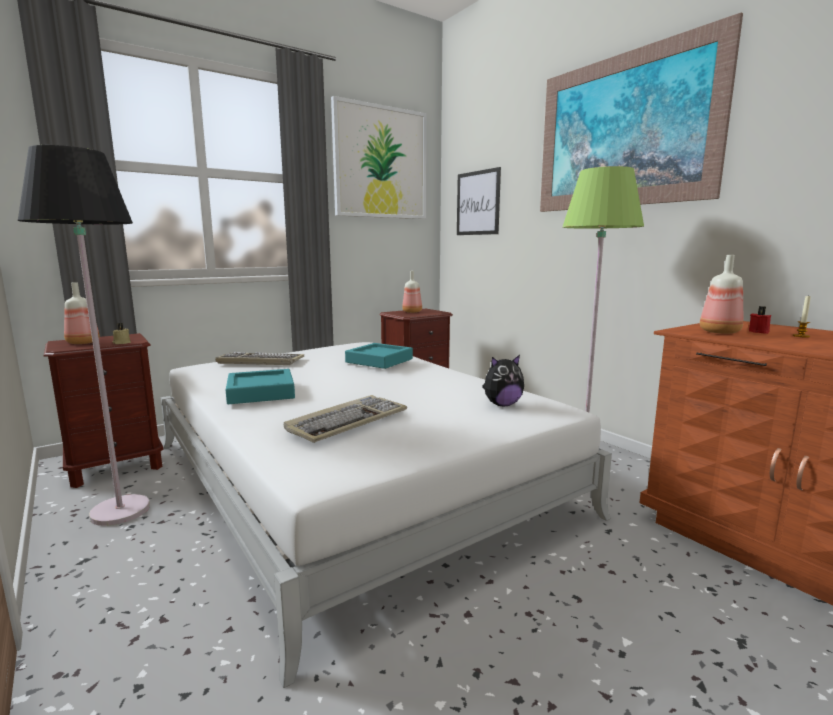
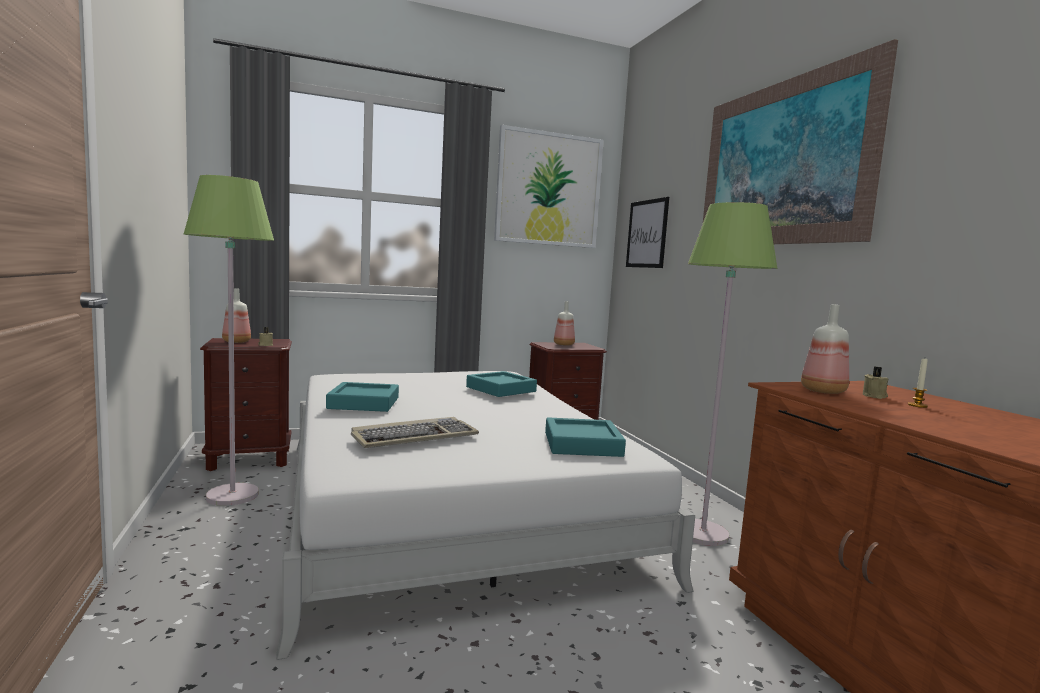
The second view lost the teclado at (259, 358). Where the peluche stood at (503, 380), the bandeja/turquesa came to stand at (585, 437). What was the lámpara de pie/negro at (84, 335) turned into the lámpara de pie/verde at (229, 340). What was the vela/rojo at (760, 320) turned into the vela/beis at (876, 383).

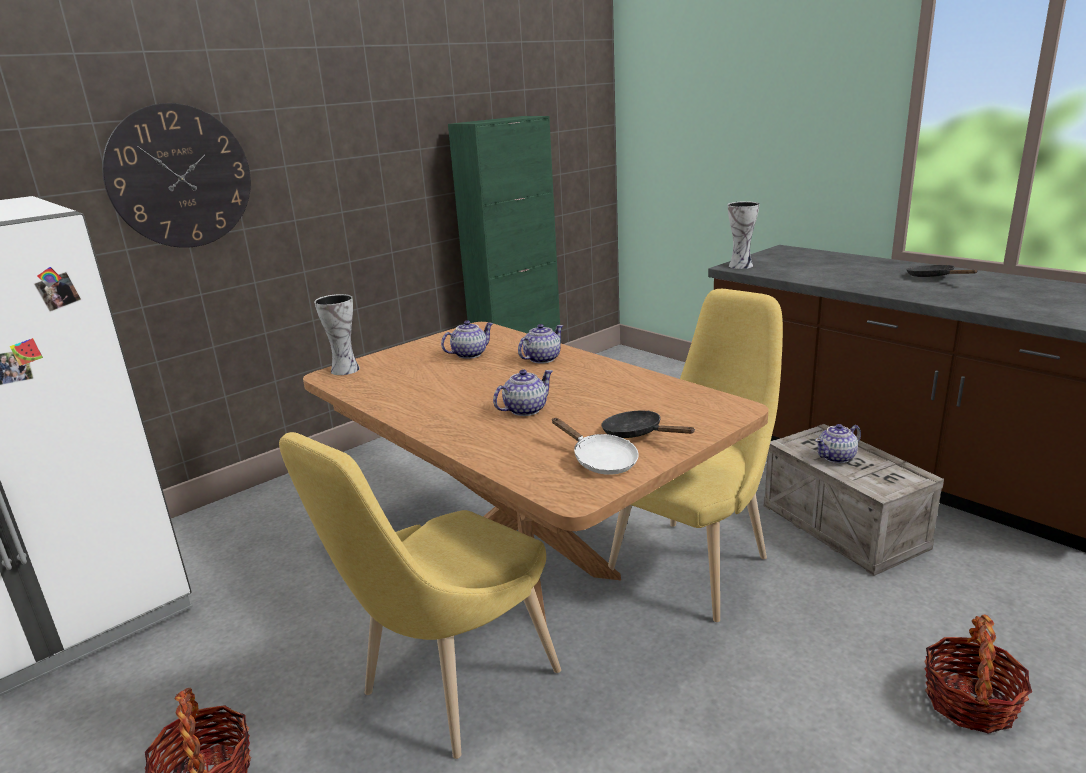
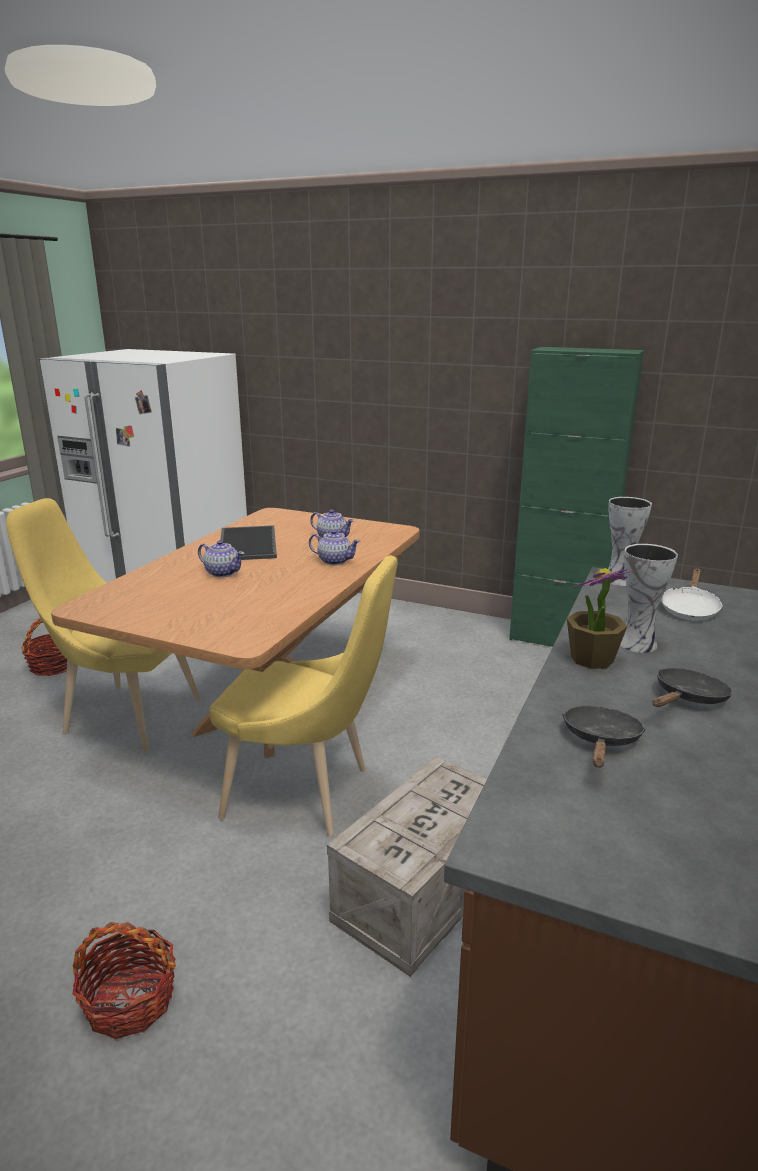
The second view lost the reloj de pared at (176, 175). The second view lost the tetera at (838, 443). The second view gained the bandeja at (248, 542). The second view gained the planta en maceta at (600, 618). The florero ended up elsewhere, having gone from (337, 334) to (649, 598). The sartén/blanco ended up elsewhere, having gone from (595, 446) to (692, 594). The sartén/negro ended up elsewhere, having gone from (648, 424) to (604, 736).

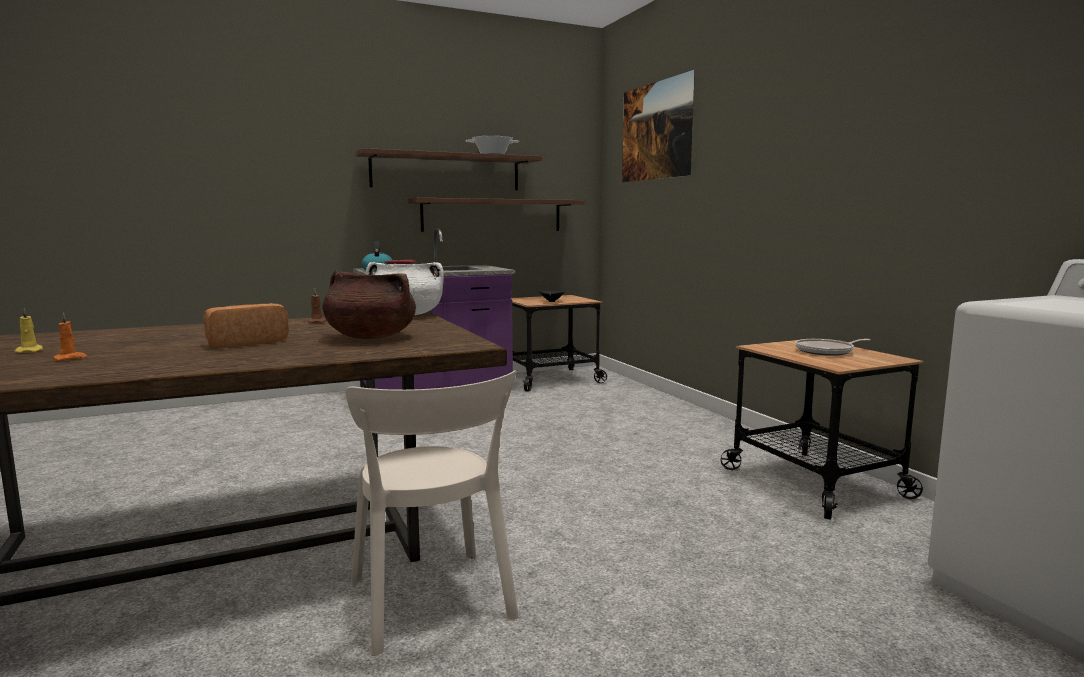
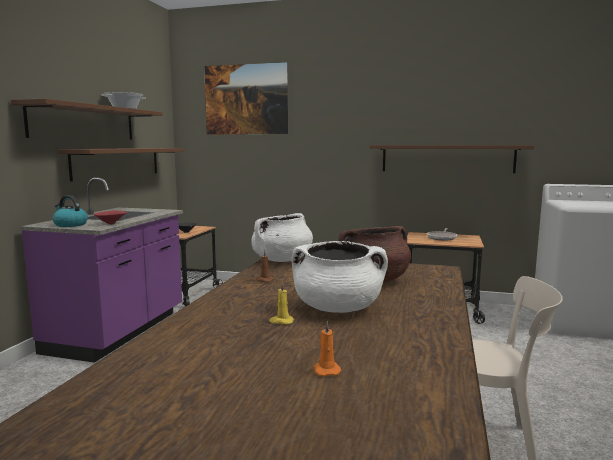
The second view gained the estante/marrón at (452, 159). The vela/amarillo ended up elsewhere, having gone from (29, 330) to (282, 303). Where the pan stood at (246, 325), the olla/blanco came to stand at (339, 277).

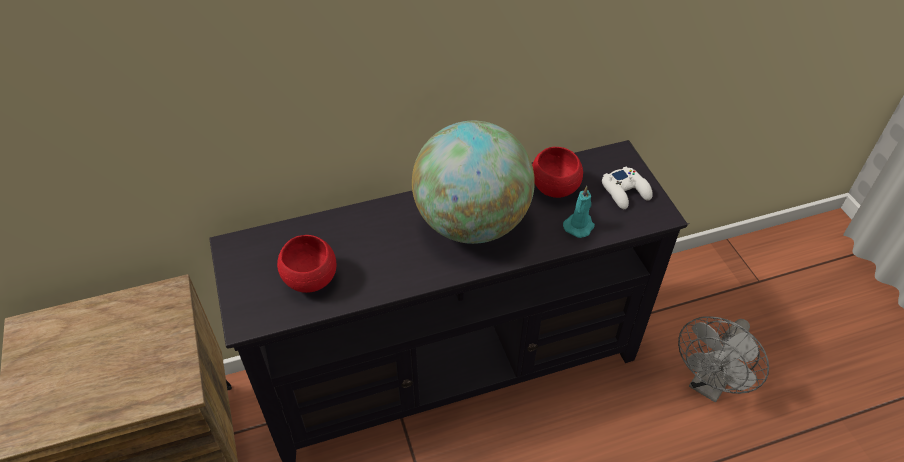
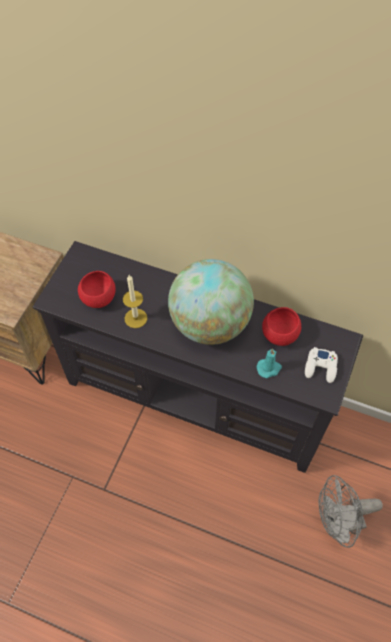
The second view gained the vela at (135, 301).

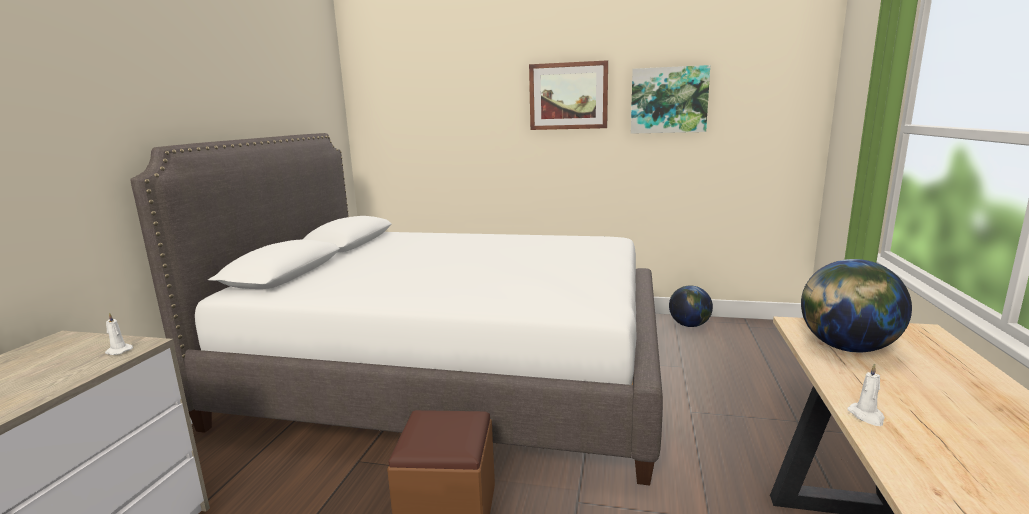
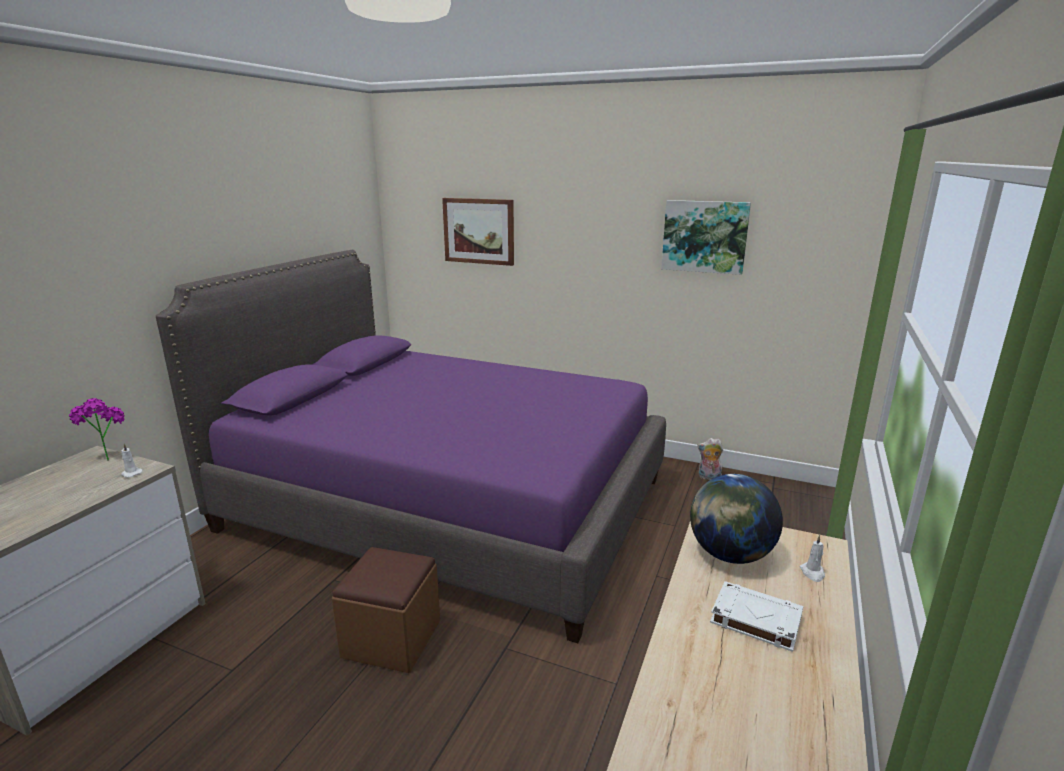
The second view gained the planta en maceta at (97, 429). The second view gained the libro/blanco at (756, 616). The cuadro ended up elsewhere, having gone from (568, 95) to (478, 232). The vela/blanco ended up elsewhere, having gone from (866, 394) to (812, 558). Where the globo terráqueo stood at (691, 306), the peluche came to stand at (710, 459). What was the cama/blanco at (396, 309) turned into the cama/morado at (411, 446).

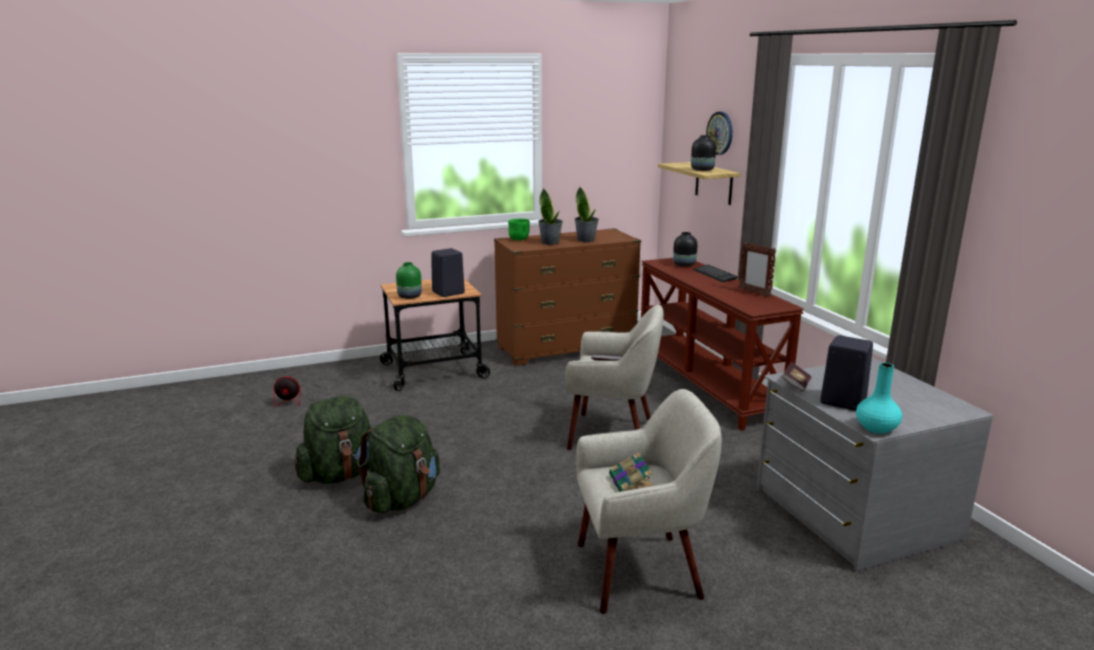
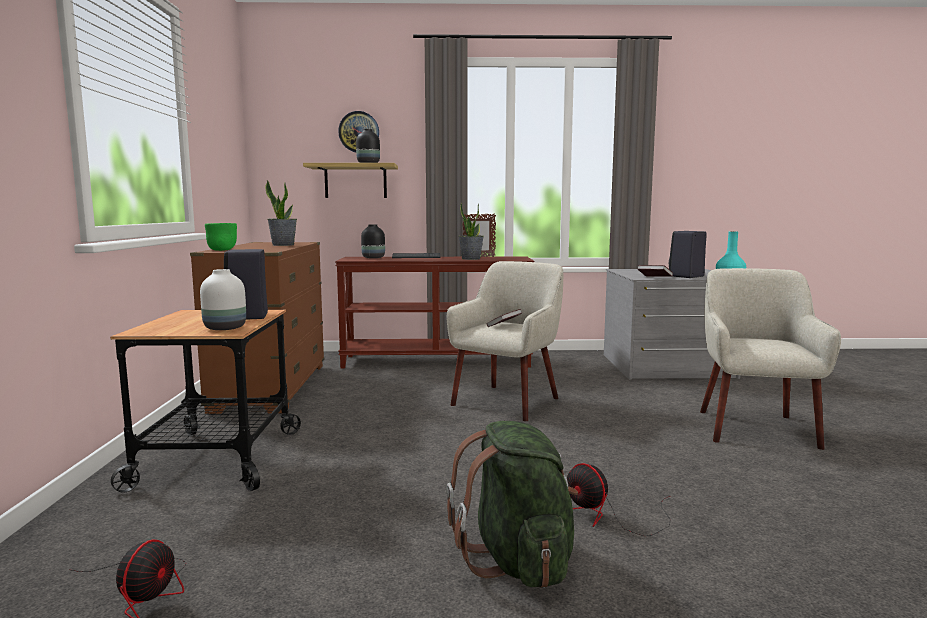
The second view lost the libro at (631, 472). The planta en maceta ended up elsewhere, having gone from (550, 216) to (471, 231). Where the mochila/verde stood at (398, 464), the ventilador came to stand at (619, 499). What was the florero/verde at (409, 280) turned into the florero/blanco at (223, 299).

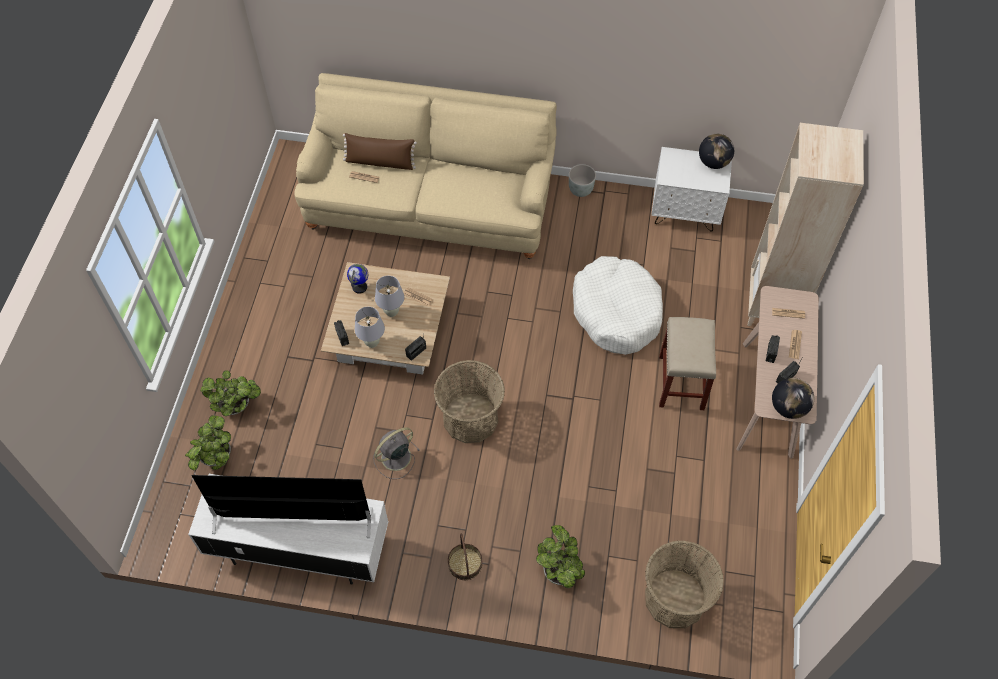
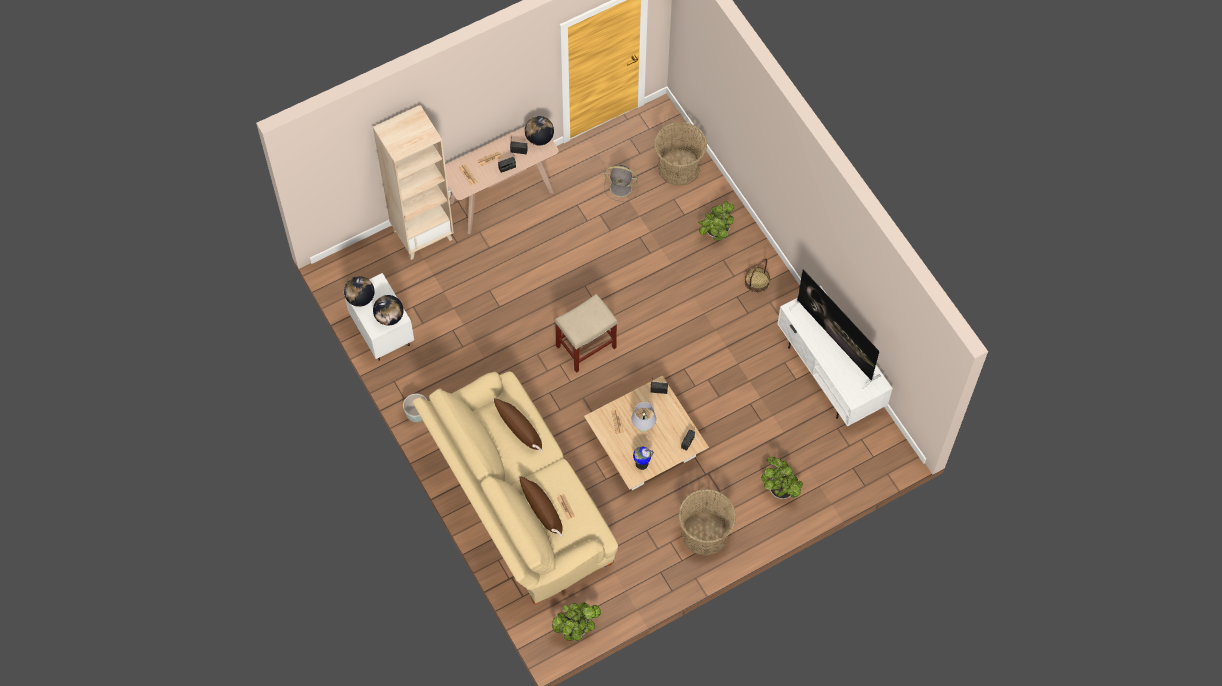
The second view lost the lámpara de mesa/blanco at (370, 327). The second view lost the cama para perro/blanco at (618, 305). The second view gained the globo terráqueo at (388, 310). The second view gained the cojín/marrón at (517, 425). The planta en maceta ended up elsewhere, having gone from (208, 442) to (576, 621). The ventilador/gris ended up elsewhere, having gone from (396, 453) to (621, 183). The cesta ended up elsewhere, having gone from (469, 401) to (707, 522). The taburete/beis ended up elsewhere, having gone from (687, 363) to (586, 333).

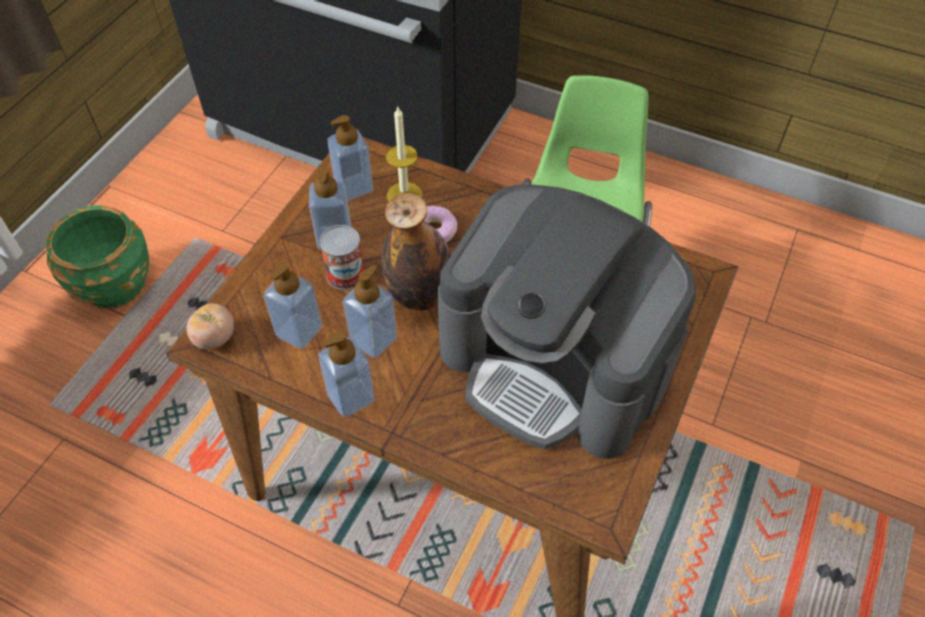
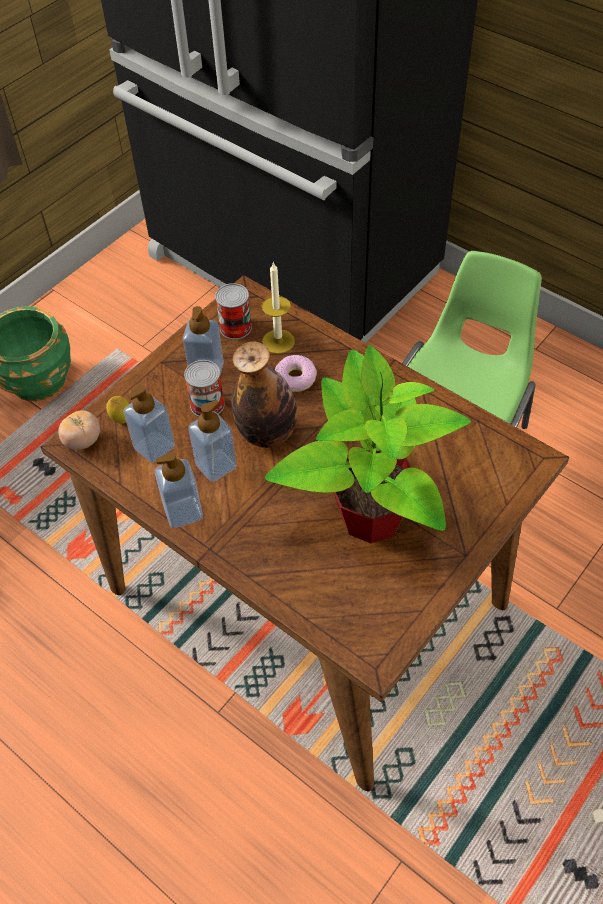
The second view gained the limón at (117, 410). Where the dispensador de jabón stood at (350, 158), the lata came to stand at (233, 311). Where the cafetera stood at (567, 321), the planta en maceta came to stand at (368, 444).

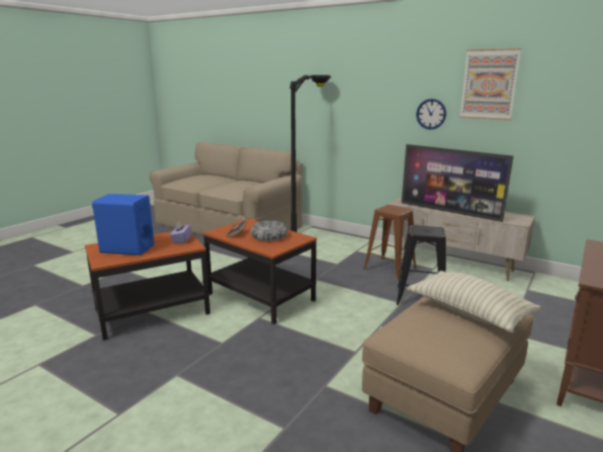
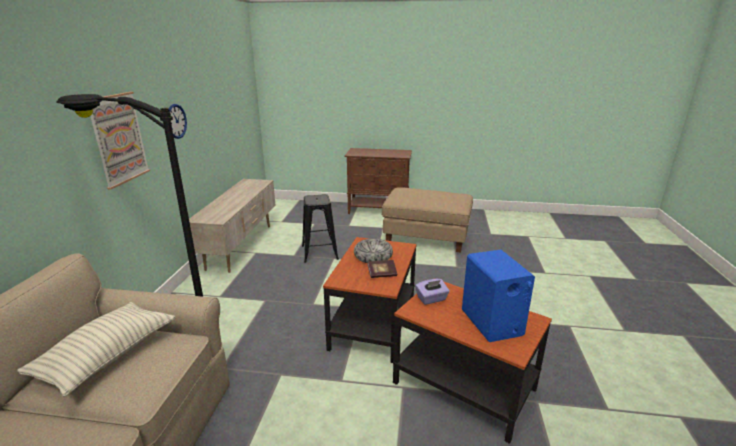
The second view lost the taburete/marrón at (390, 242). The second view lost the televisor at (457, 183). The cojín ended up elsewhere, having gone from (474, 302) to (96, 349). The cuadro ended up elsewhere, having gone from (490, 84) to (120, 140).

